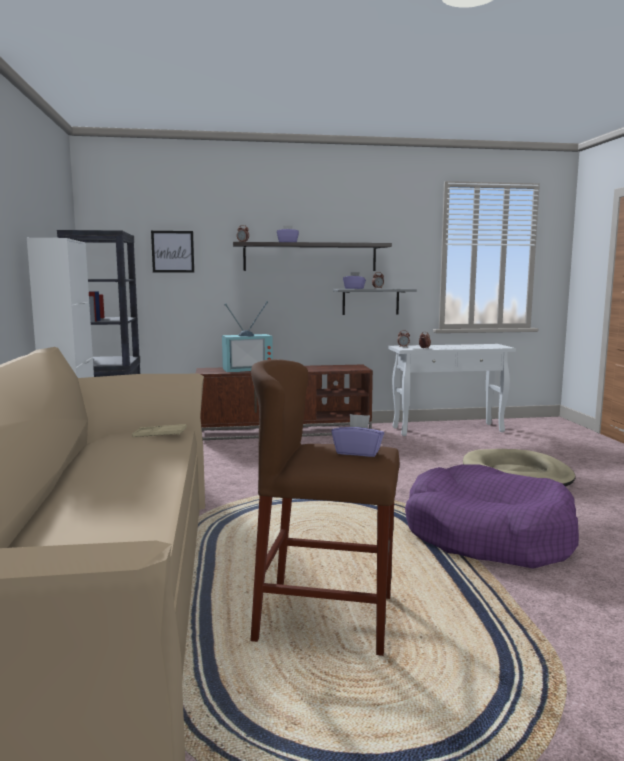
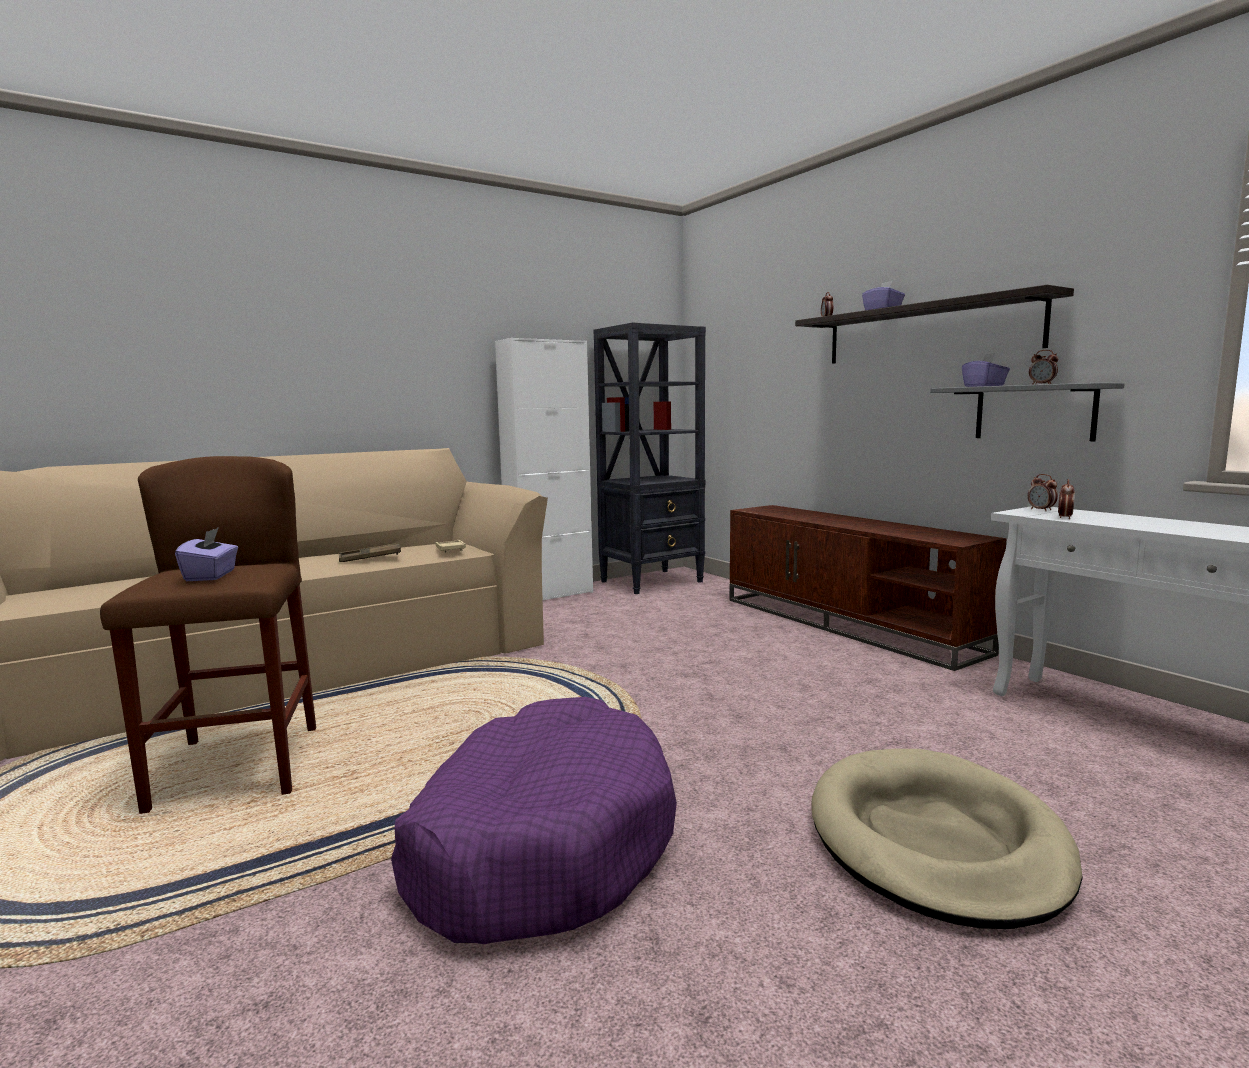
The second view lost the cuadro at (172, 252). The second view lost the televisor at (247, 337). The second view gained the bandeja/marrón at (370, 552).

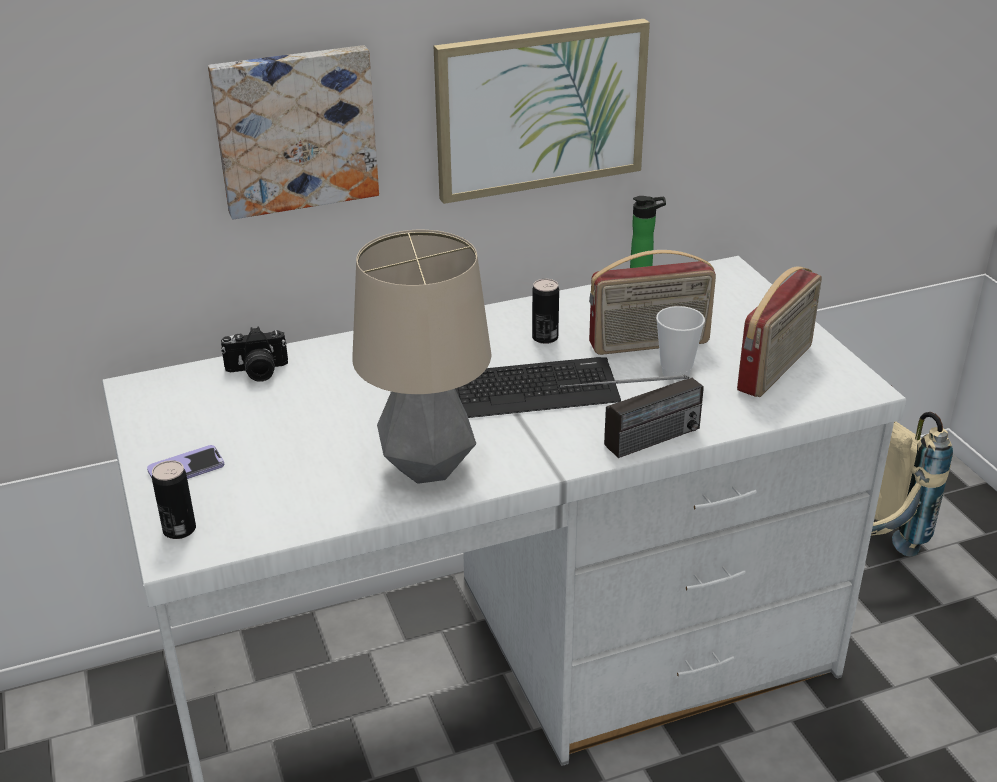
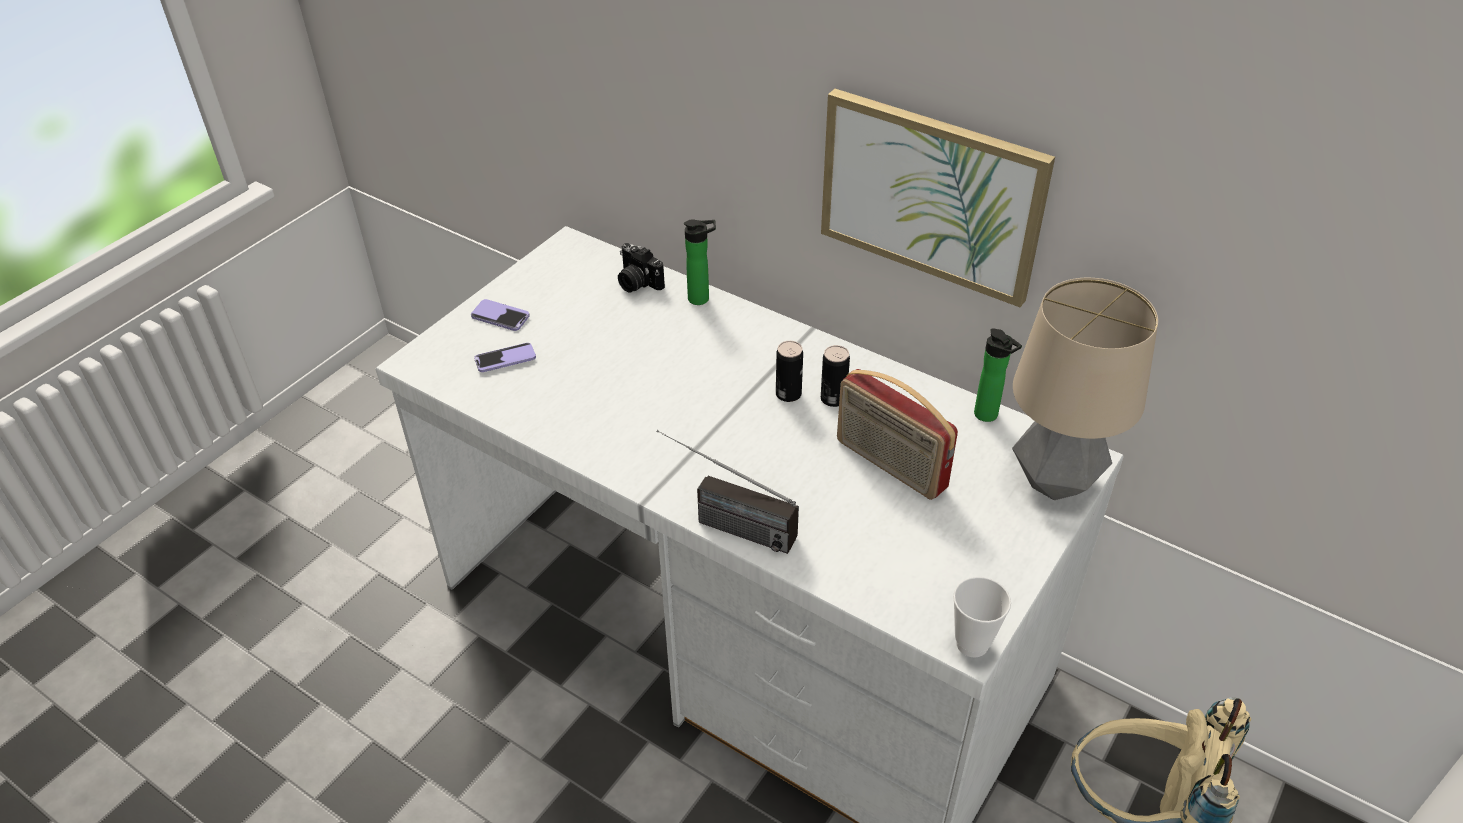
The second view lost the cuadro at (293, 132). The second view lost the teclado at (538, 387). The second view lost the radio at (779, 331). The second view gained the móvil at (505, 357). The second view gained the botella at (700, 262). The lata ended up elsewhere, having gone from (174, 499) to (789, 371). The lámpara de mesa ended up elsewhere, having gone from (421, 357) to (1085, 389). The taza ended up elsewhere, having gone from (680, 343) to (982, 617).

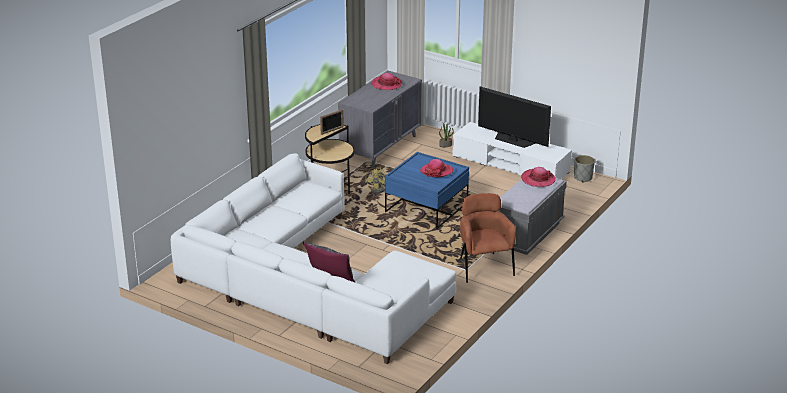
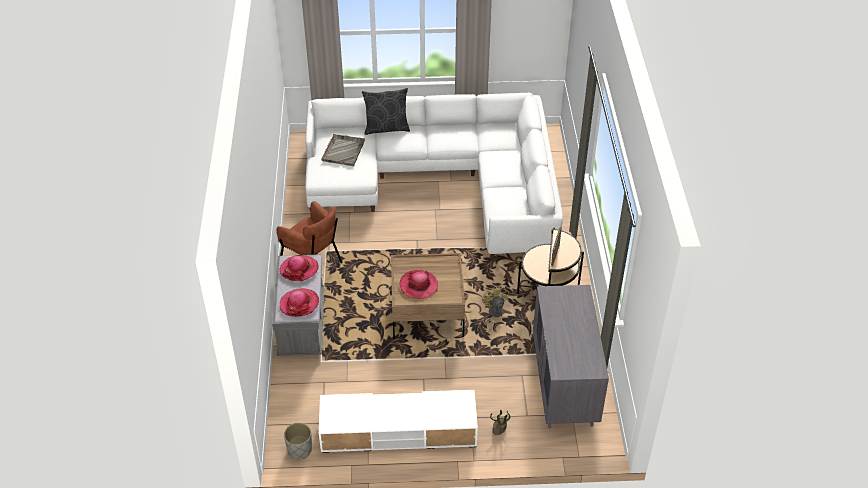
The second view lost the televisor at (514, 117). The second view gained the bandeja/gris at (343, 150). The sombrero ended up elsewhere, having gone from (386, 81) to (299, 268). What was the mesa de centro/azul at (427, 190) turned into the mesa de centro/marrón at (428, 296).

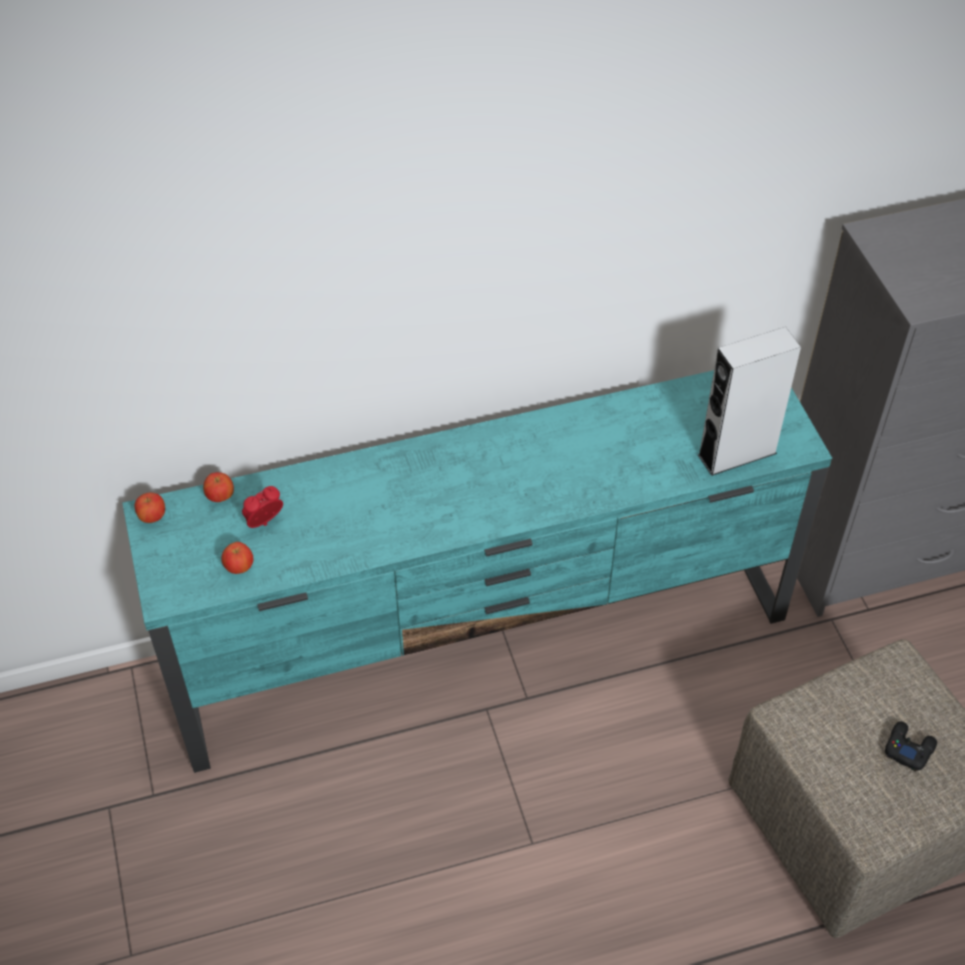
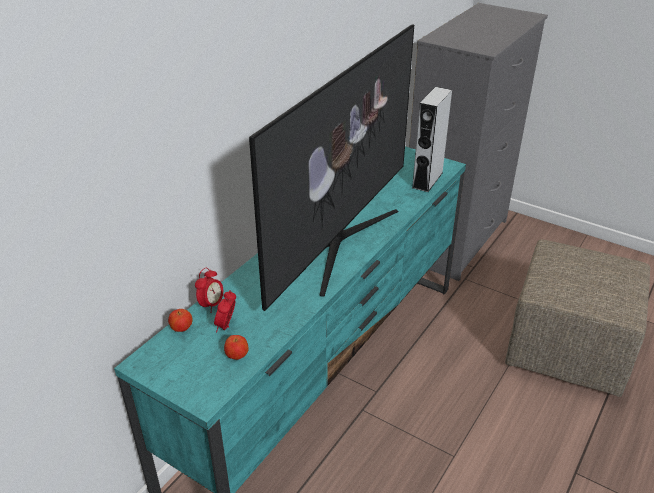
The second view lost the manzana at (150, 508). The second view lost the mando de consola/negro at (911, 746). The second view gained the despertador at (209, 290). The second view gained the televisor at (331, 167).

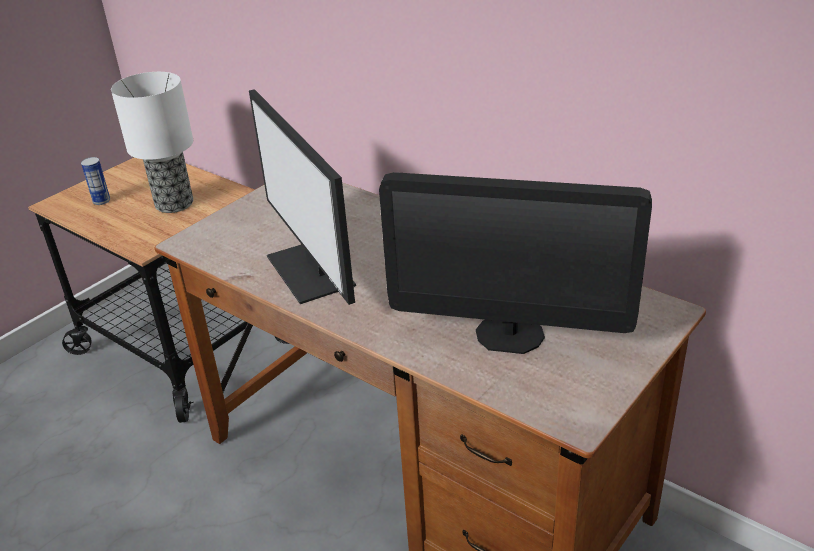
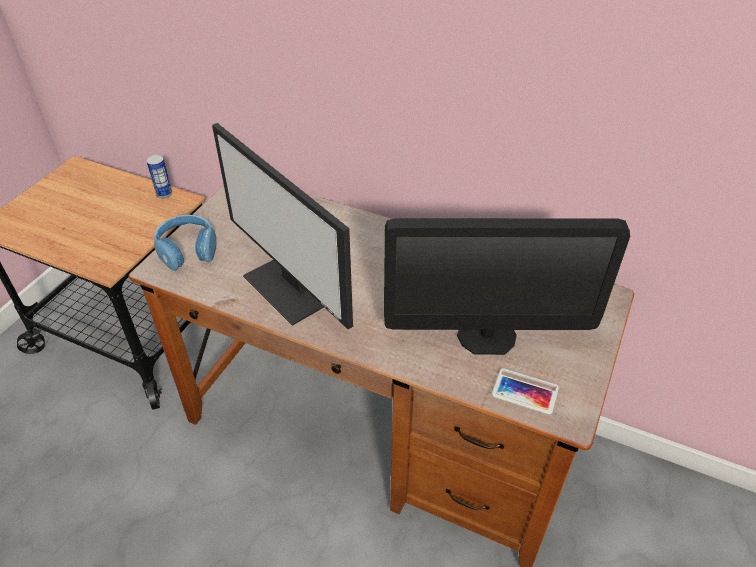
The second view lost the lámpara de mesa at (152, 142). The second view gained the auriculares/azul at (185, 243). The second view gained the móvil at (525, 391). The lata ended up elsewhere, having gone from (95, 181) to (159, 177).

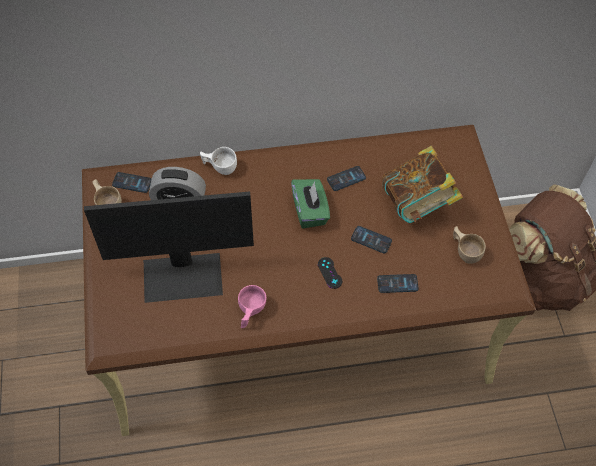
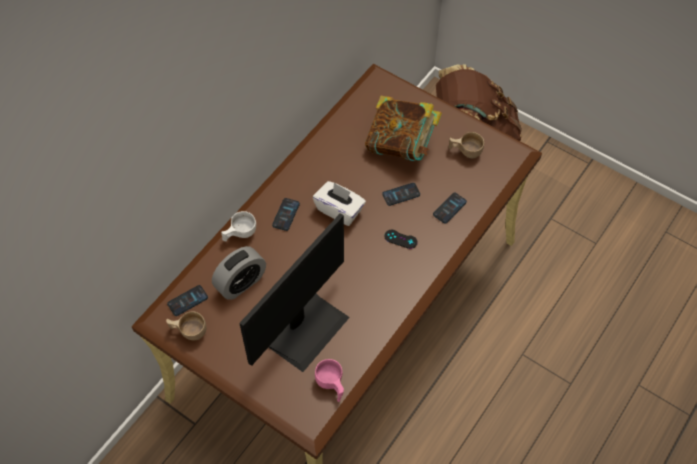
The taza/rosa ended up elsewhere, having gone from (252, 306) to (329, 380). The móvil ended up elsewhere, having gone from (346, 178) to (286, 214). What was the caja de pañuelos/verde at (310, 203) turned into the caja de pañuelos/blanco at (339, 203).

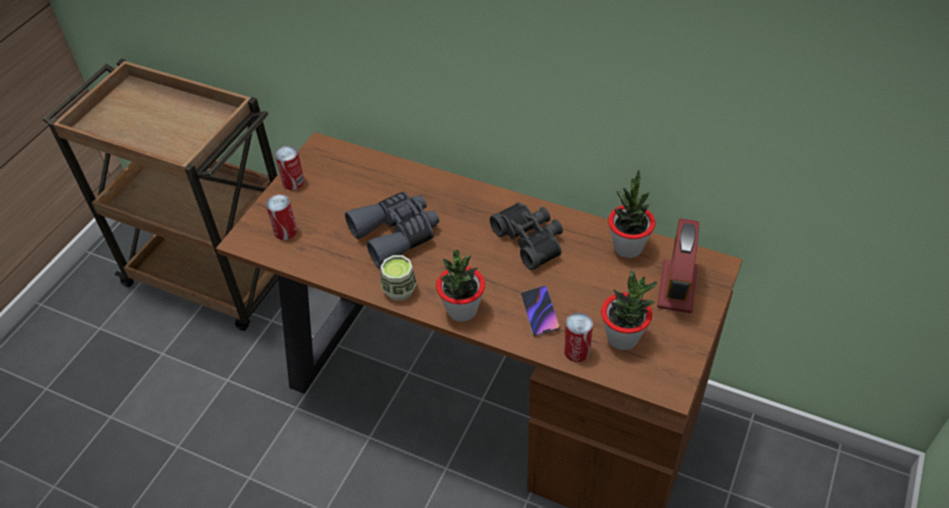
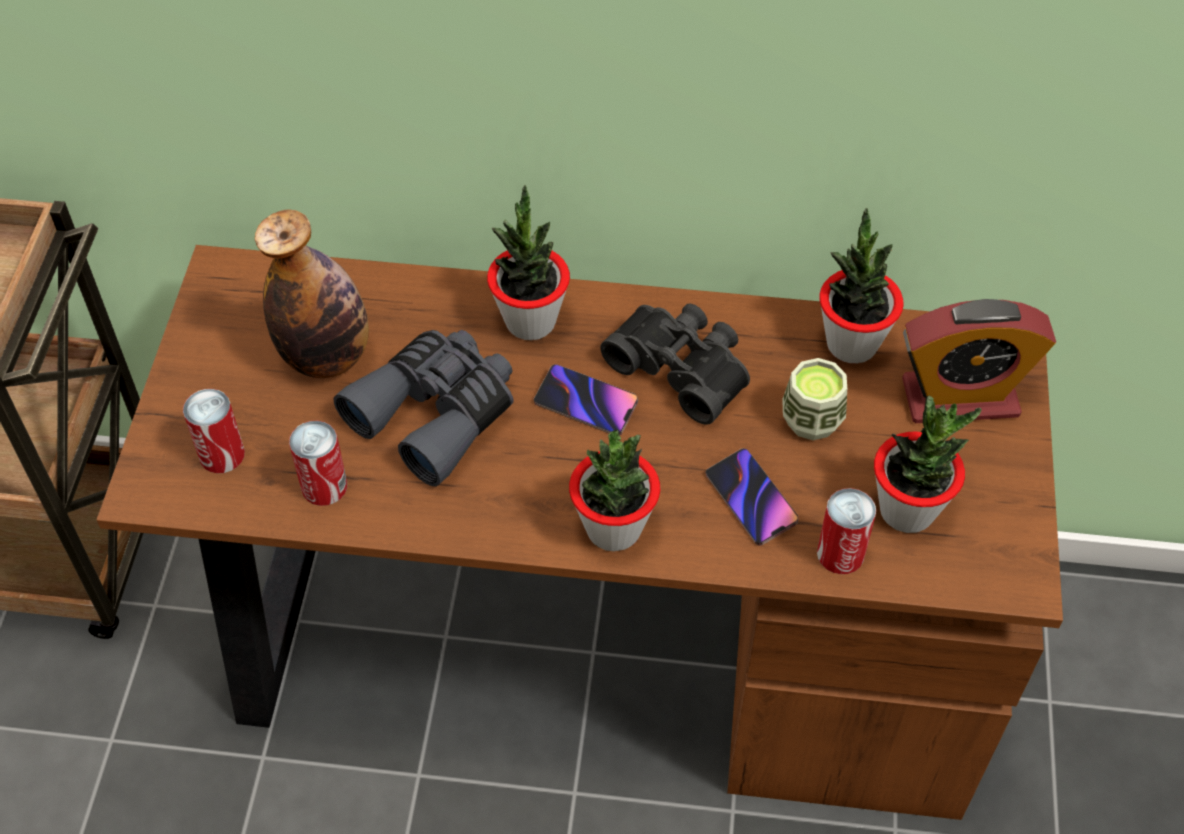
The second view gained the botella at (312, 293). The second view gained the planta en maceta at (528, 262). The second view gained the móvil at (586, 399). The lata ended up elsewhere, having gone from (290, 168) to (318, 463). The taza ended up elsewhere, having gone from (399, 278) to (814, 399). The despertador at (678, 265) ended up facing another way, 90 degrees counterclockwise from before.

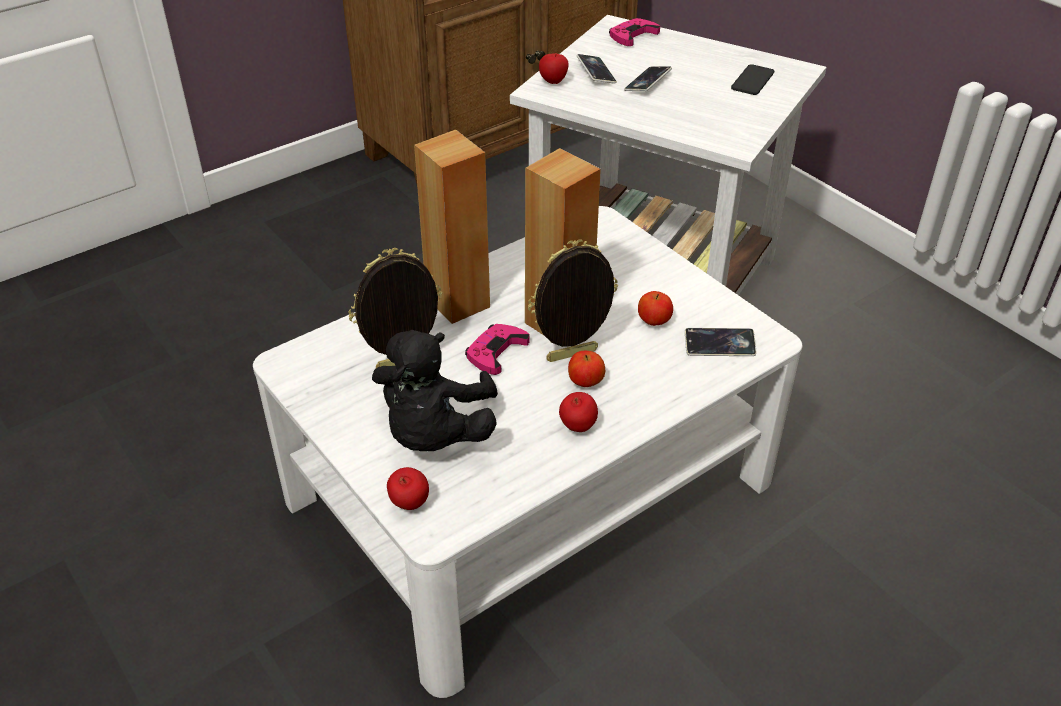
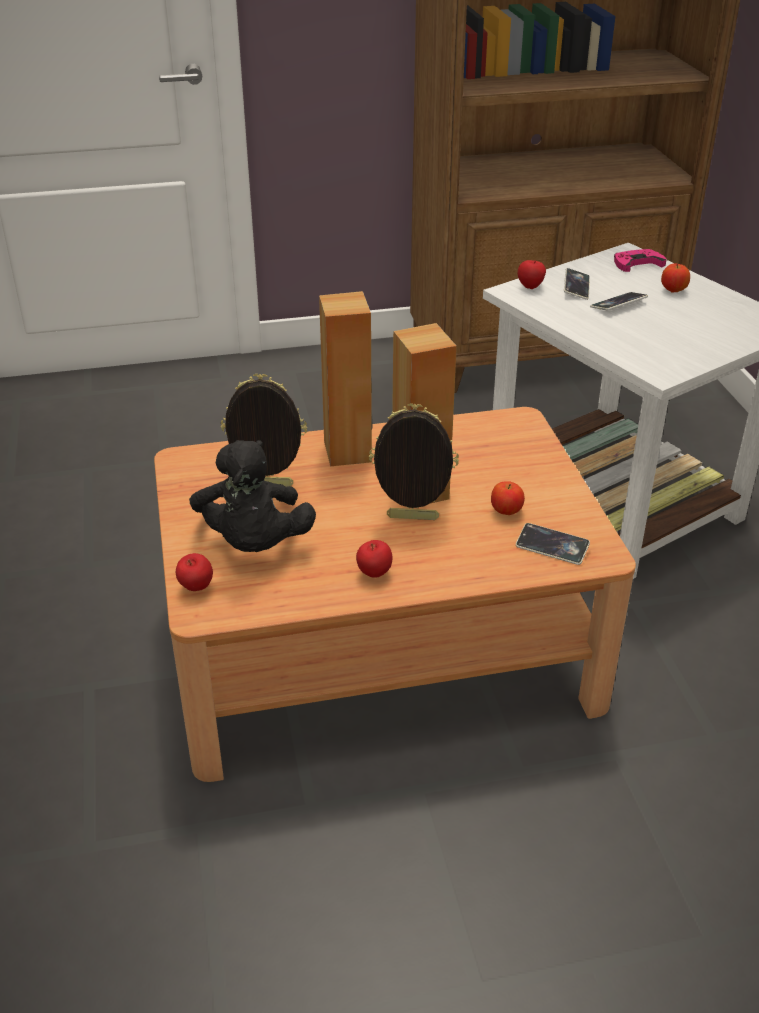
The second view lost the mando de consola/rosa at (497, 349). The second view lost the móvil at (752, 79). The manzana ended up elsewhere, having gone from (586, 369) to (675, 278). What was the mesa de centro/blanco at (527, 452) turned into the mesa de centro/marrón at (395, 594). The peluche/negro at (435, 390) ended up facing another way, 45 degrees counterclockwise from before.

